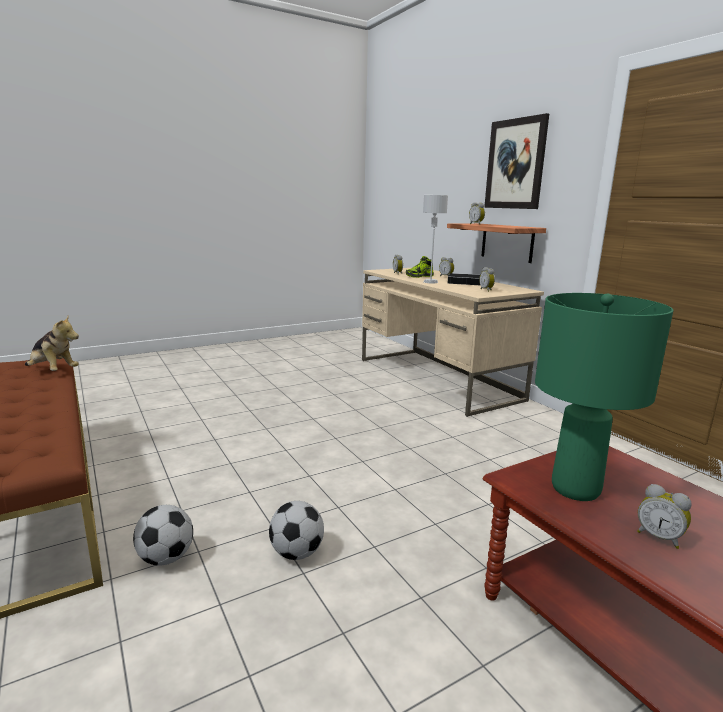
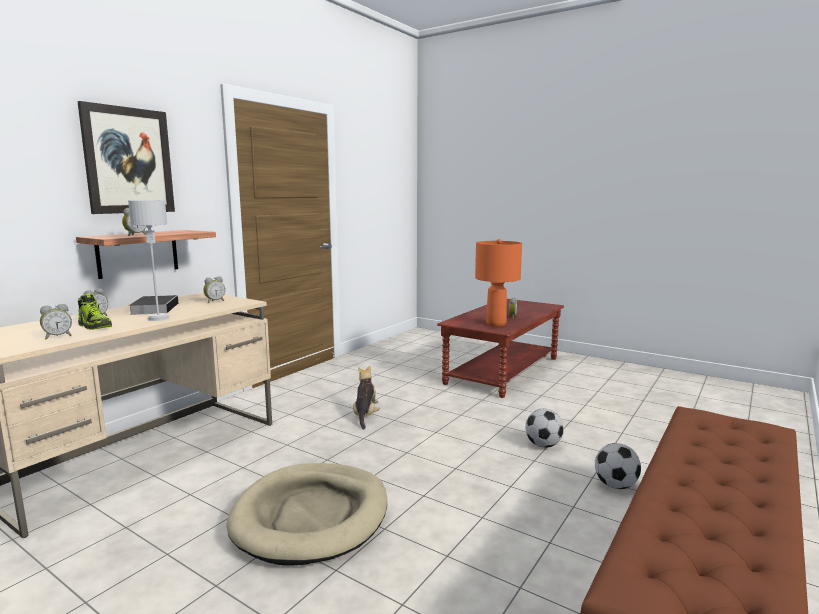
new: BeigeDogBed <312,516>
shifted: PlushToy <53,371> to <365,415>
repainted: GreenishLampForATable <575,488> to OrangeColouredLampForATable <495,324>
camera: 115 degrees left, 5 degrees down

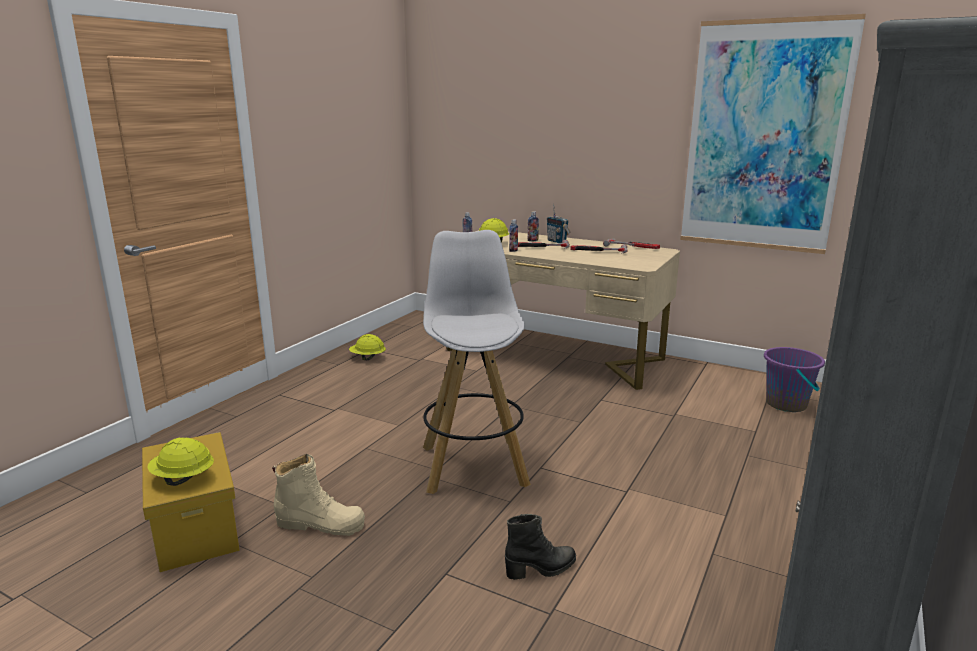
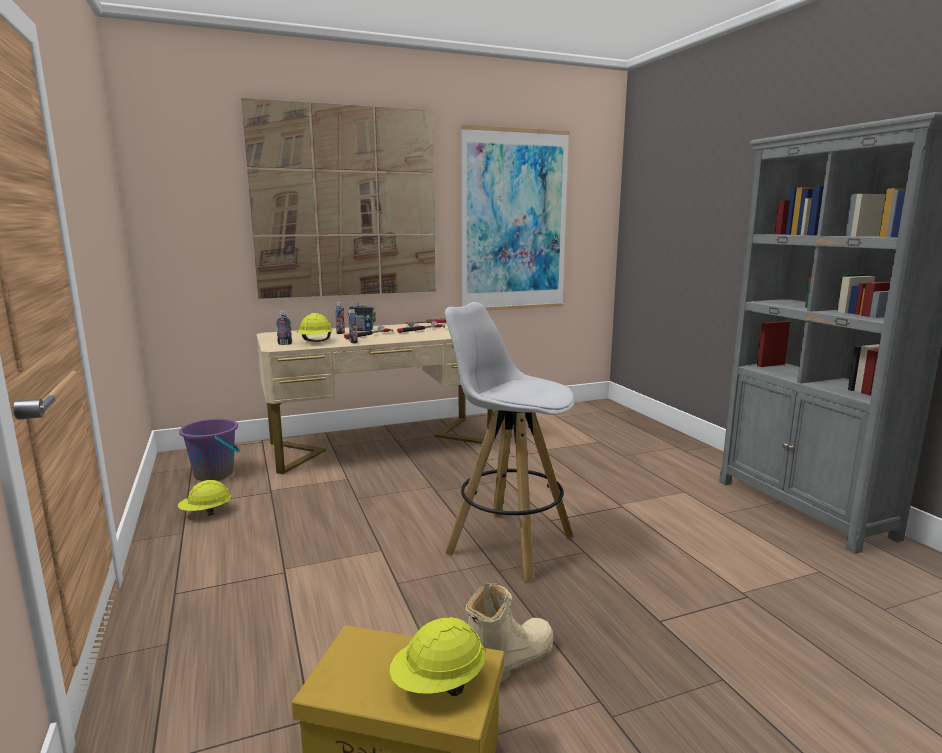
gone: BlackishTallBoot <541,569>
new: WallArt <346,203>
shifted: PurpleColouredWaterBucket <786,404> to <214,474>
camera: 50 degrees left, 5 degrees down

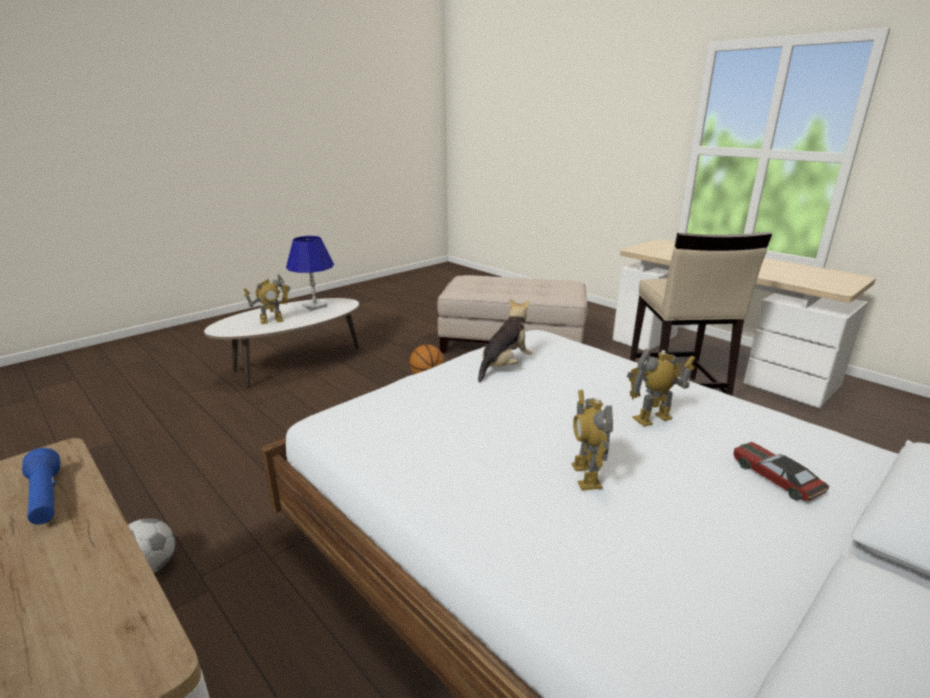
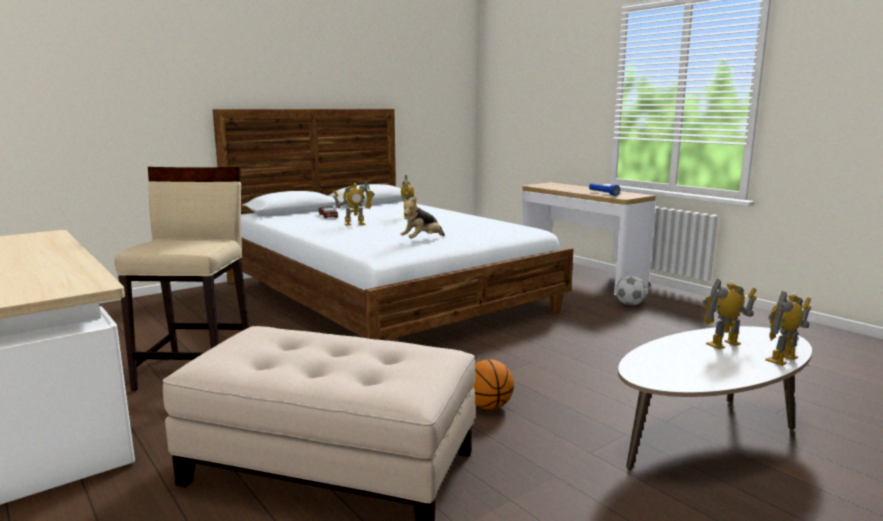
gone: BlueLampForATable <314,306>
new: ToyRobot <782,359>
camera: 175 degrees left, 10 degrees down

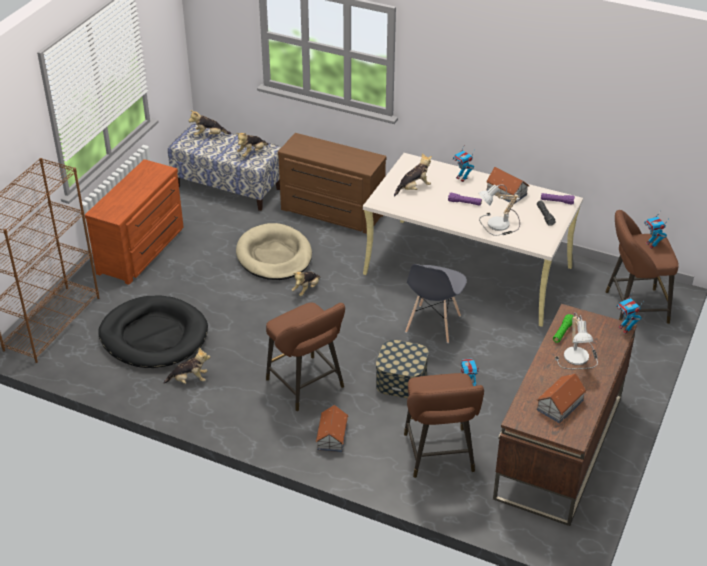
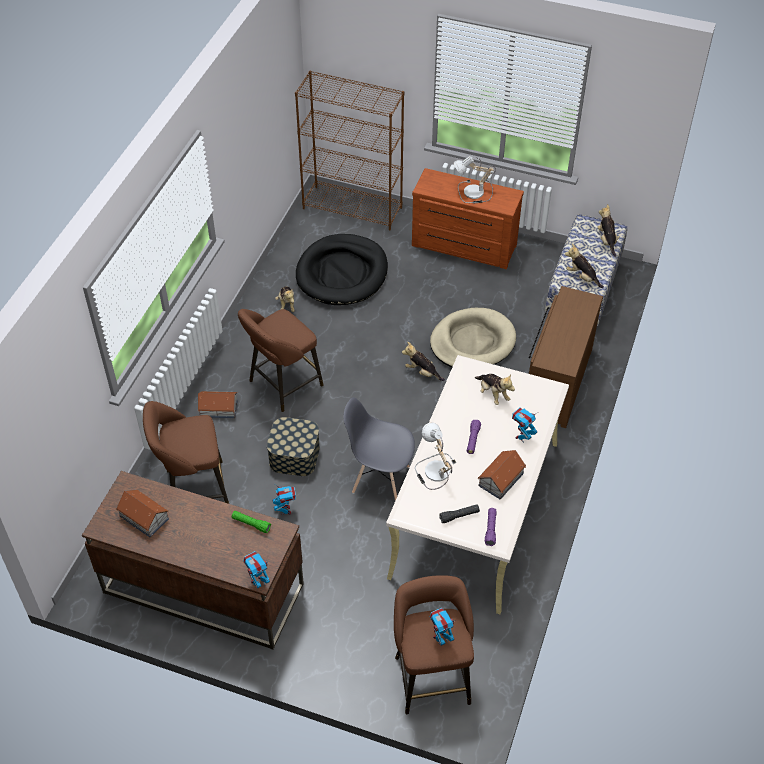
shifted: LampForATable <579,357> to <472,193>
camera: 85 degrees right, 10 degrees up

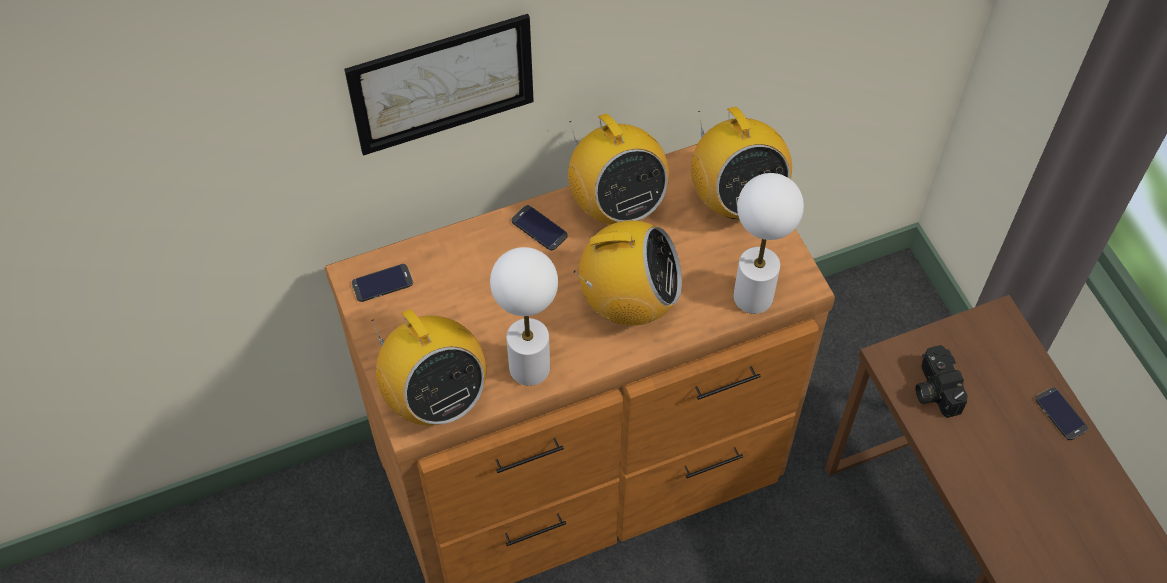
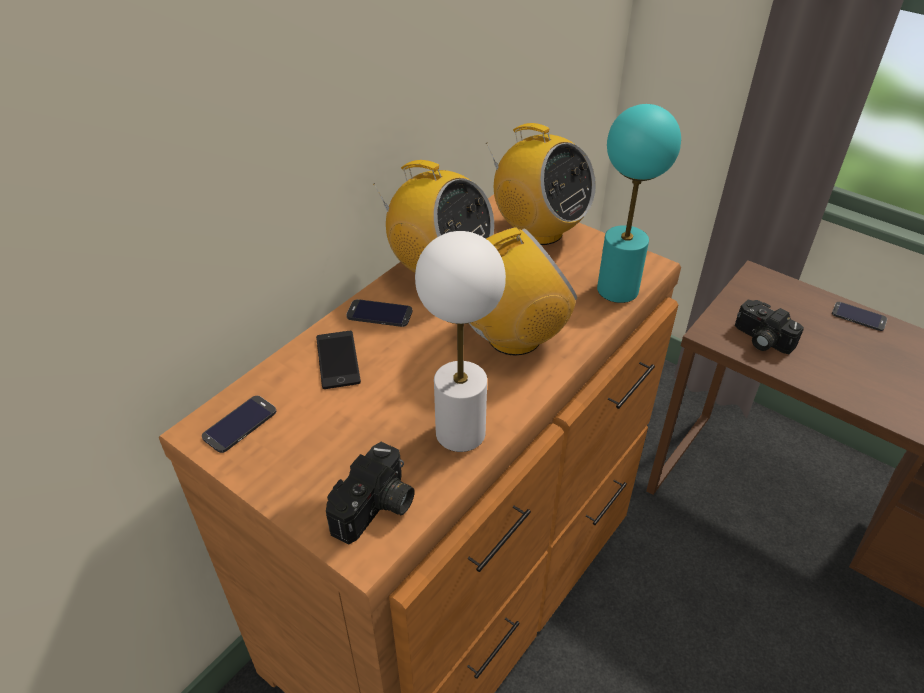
gone: WallArt <442,84>
new: Telephone <338,360>
swapped: RadioSet <435,397> to PhotoCamera <376,509>
repainted: WhiteLampForATable <753,296> to TurquoiseLampForATable <617,289>
camera: 30 degrees left, 15 degrees down

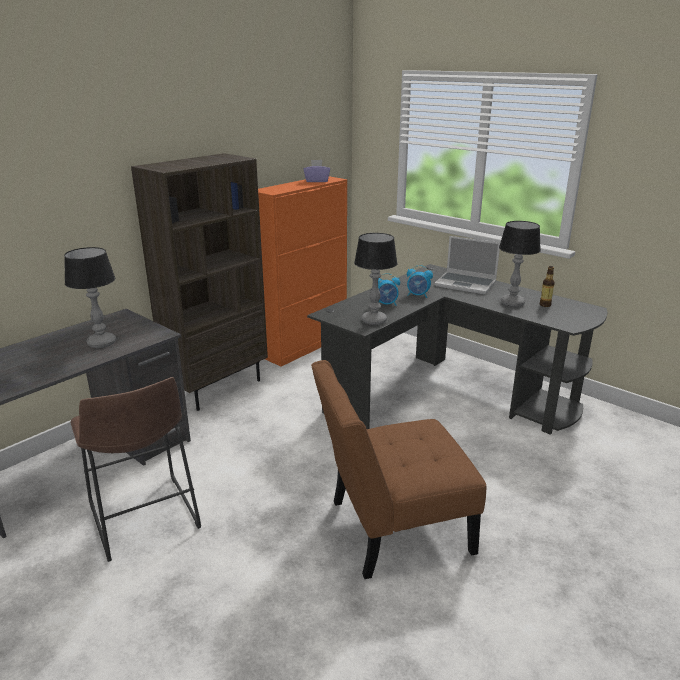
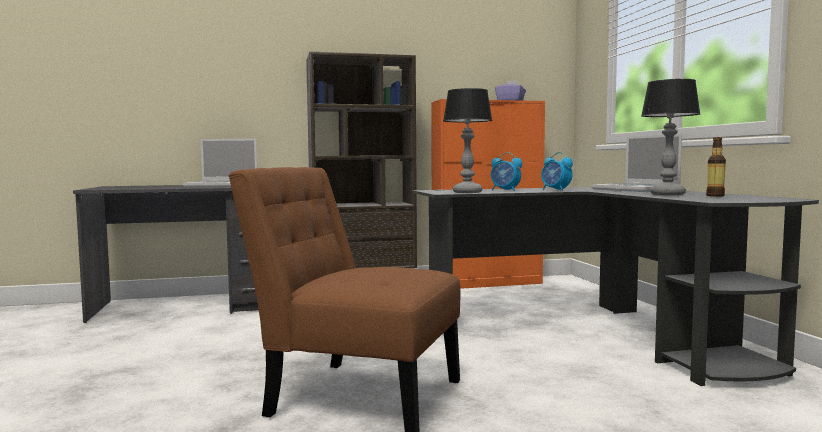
gone: BrownishStoolSeat <145,521>
swapped: LampForATable <102,343> to Laptop <223,186>
camera: 35 degrees right, 20 degrees down

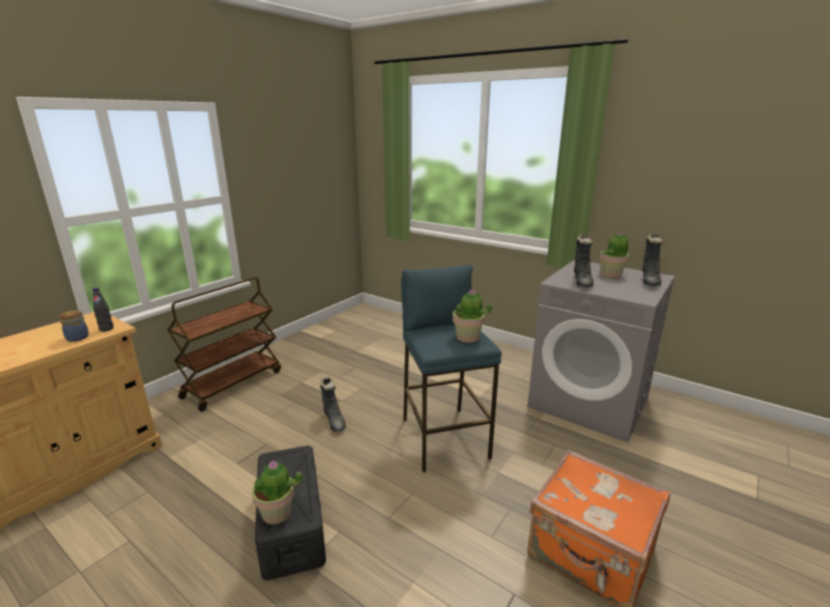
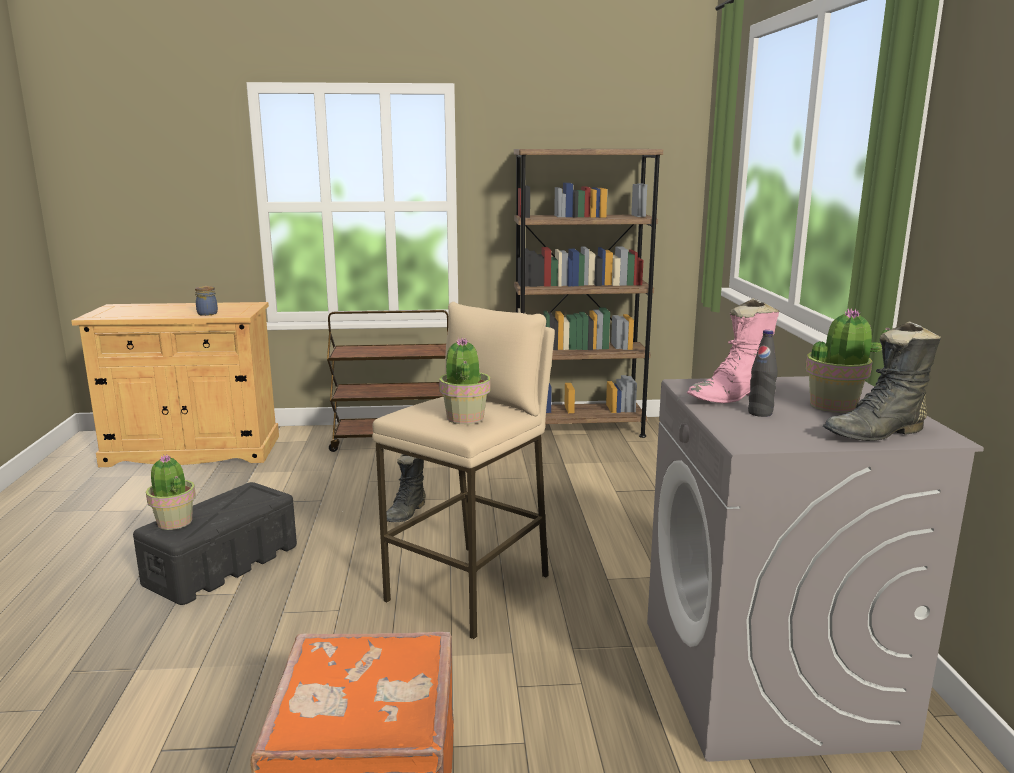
new: BrownishShelvingUnit <578,429>
shifted: BlackishBeverageBottle <106,329> to <760,413>
repainted: BlueStoolSeat <444,437> to BeigeStoolSeat <471,588>; BlackishTallBoot <582,282> to PinkishTallBoot <732,397>
camera: 50 degrees right, 5 degrees down

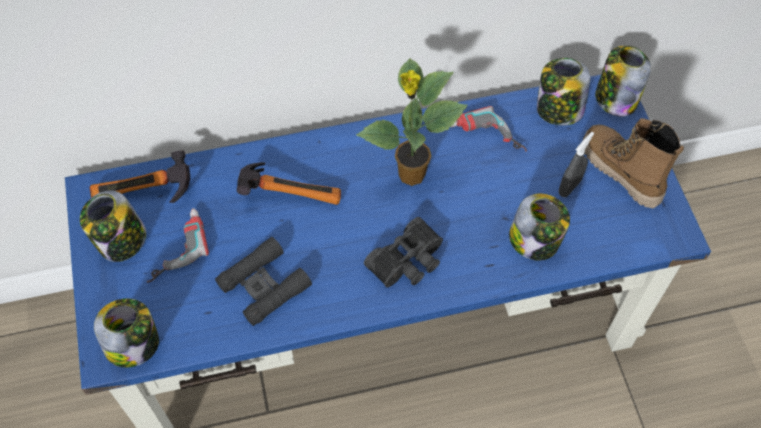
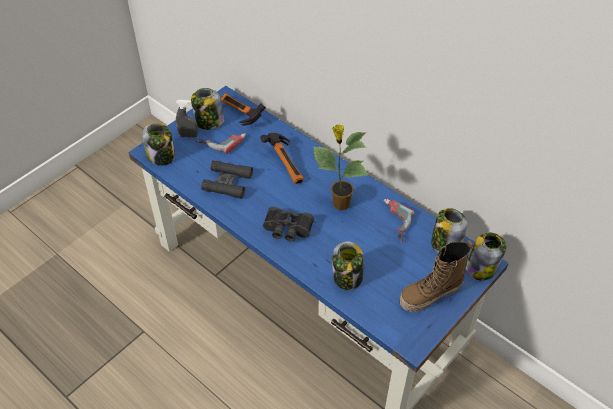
shifted: GrayHandSprayer <569,187> to <188,136>
rotated: TallBoot <620,172> = <430,295> 135 degrees counterclockwise
camera: 55 degrees right, 10 degrees down

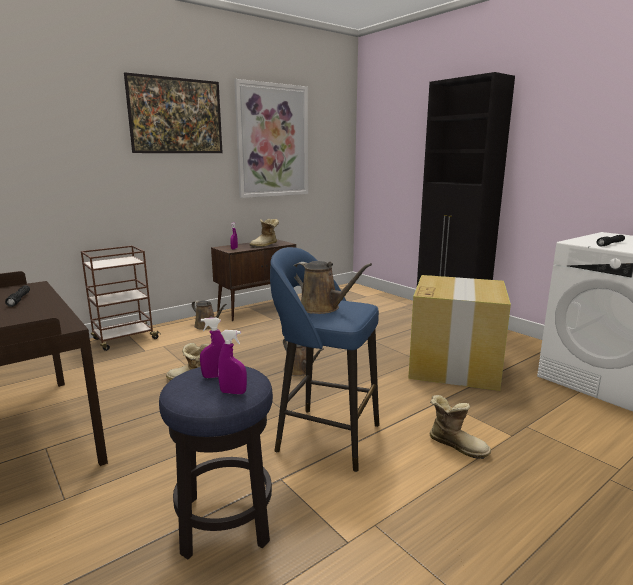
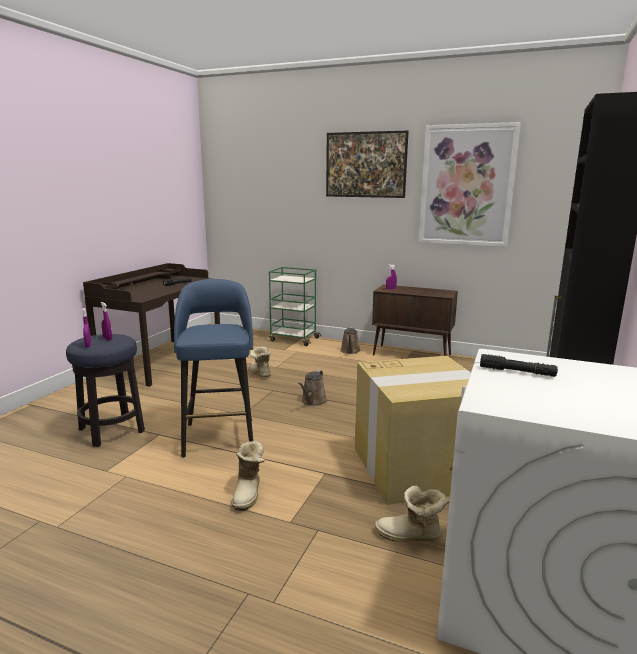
gone: BrownishWateringPot <322,308>
shifted: TallBoot <265,245> to <410,537>
repainted: BrownishCart <124,339> to GreenishCart <293,339>
camera: 60 degrees right, 0 degrees up

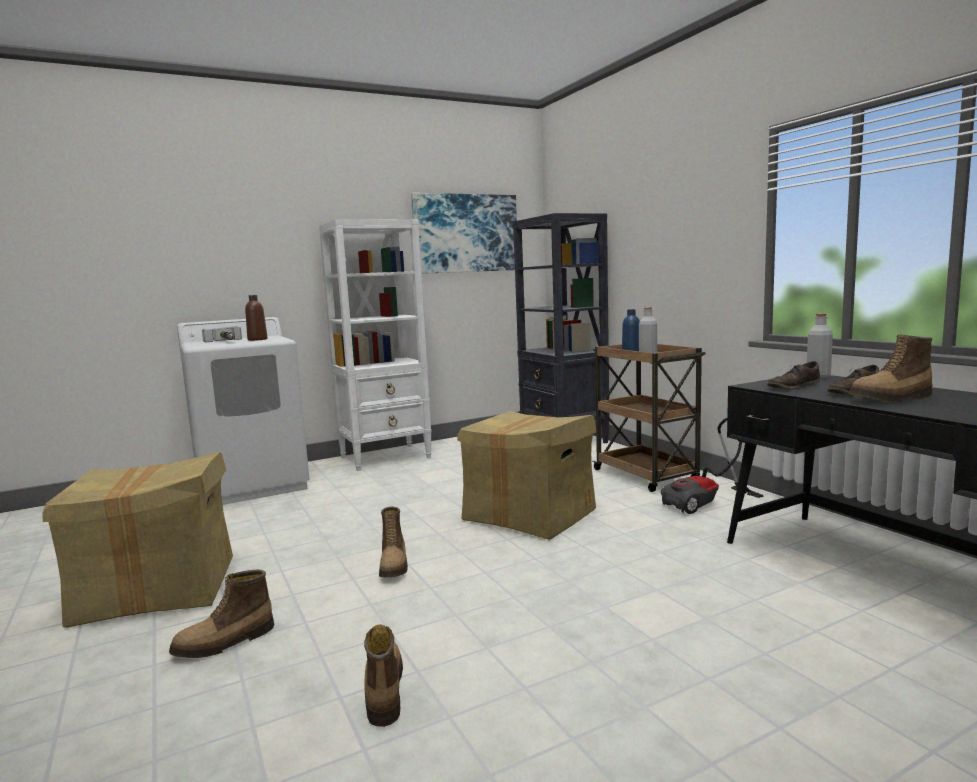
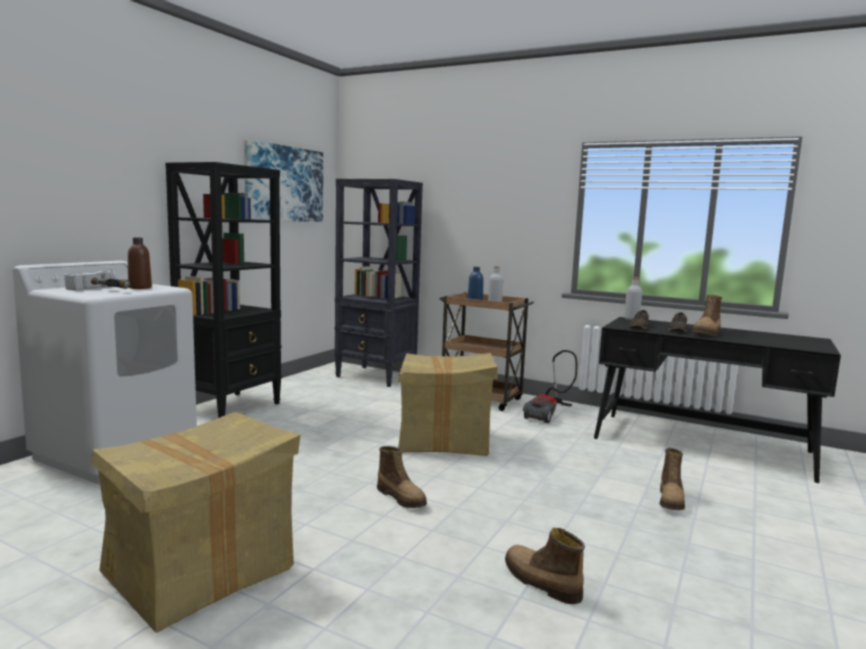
shifted: TallBoot <225,643> to <671,500>
repainted: WhiteShelvingUnit <386,457> to BlackishShelvingUnit <231,407>
camera: 35 degrees left, 0 degrees up

